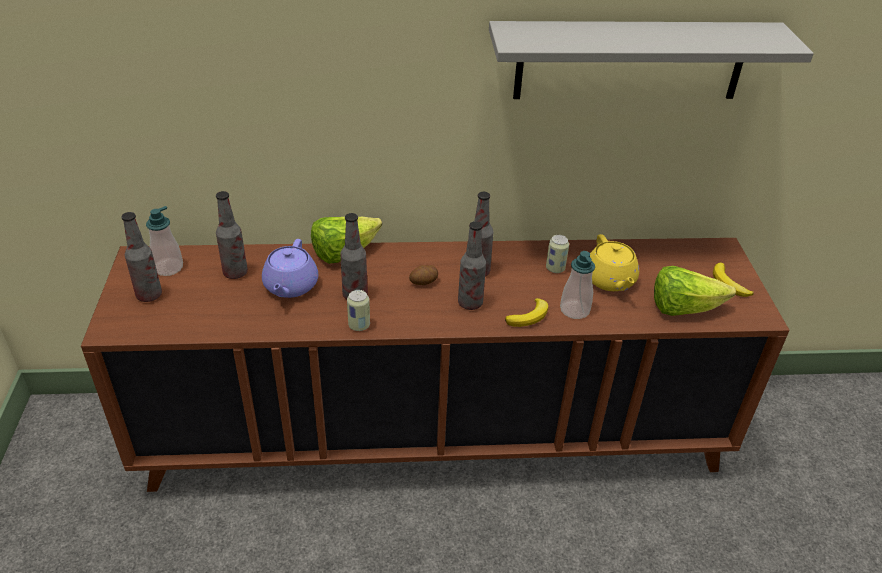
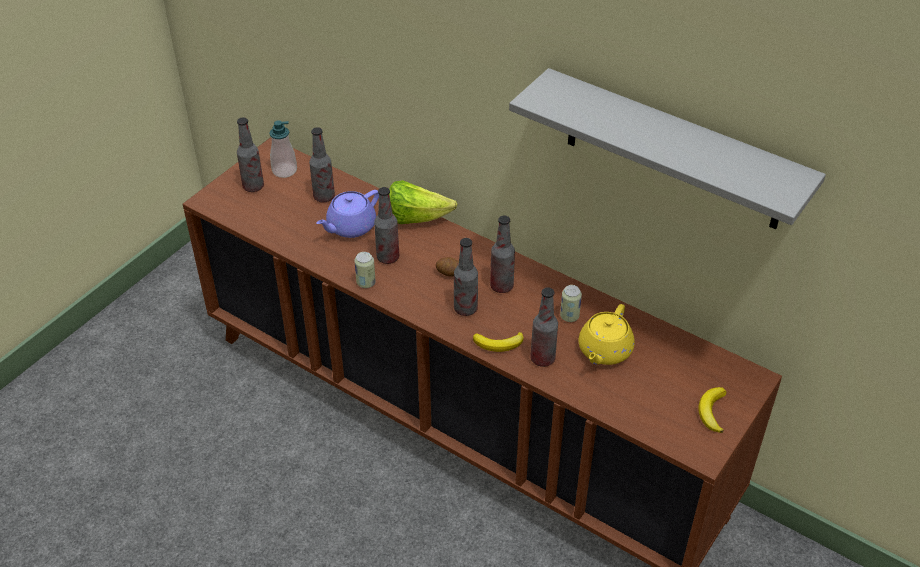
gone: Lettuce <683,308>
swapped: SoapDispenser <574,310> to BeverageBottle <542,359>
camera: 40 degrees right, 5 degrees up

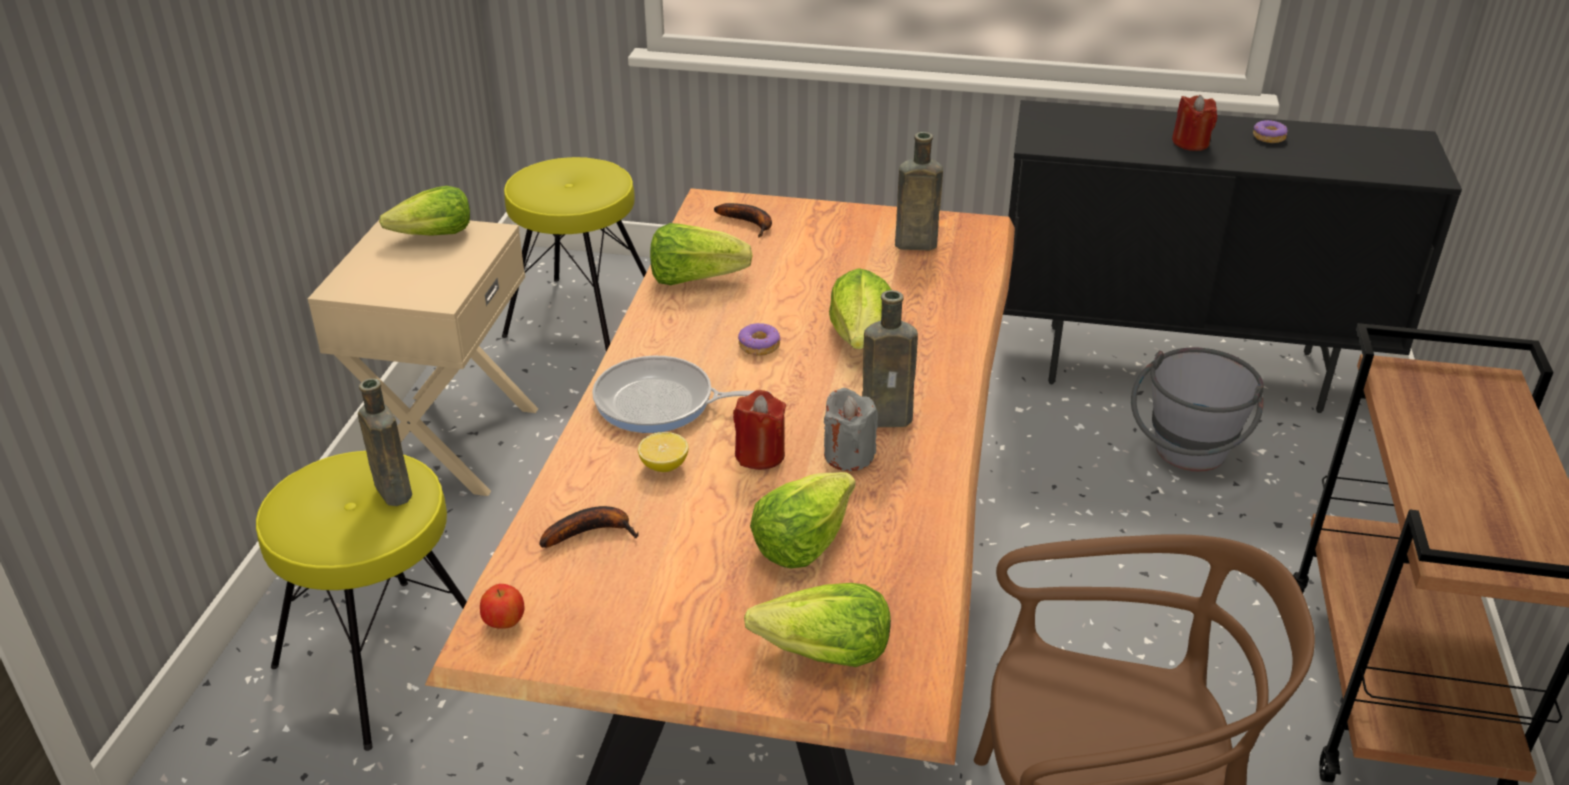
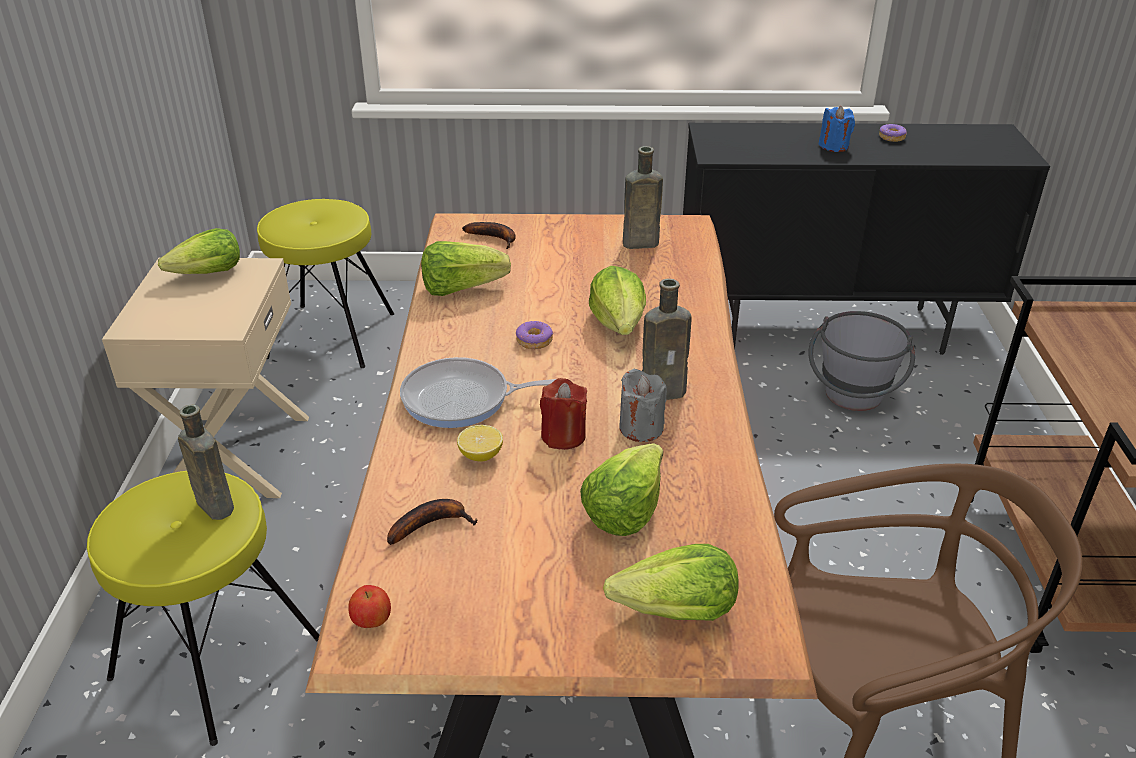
repainted: RedWaxCandle <1190,143> to BlueWaxCandle <834,146>
camera: 10 degrees left, 0 degrees up

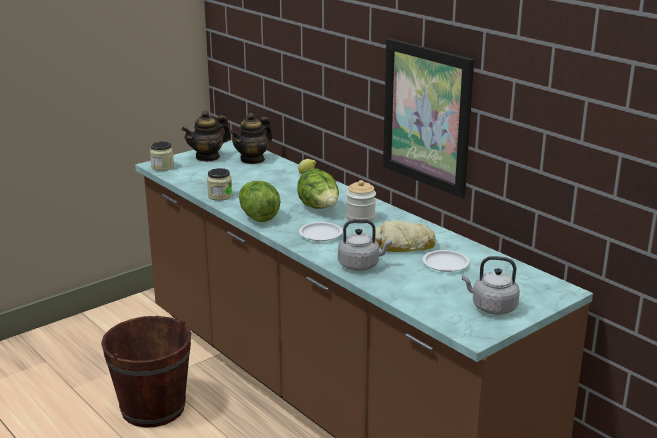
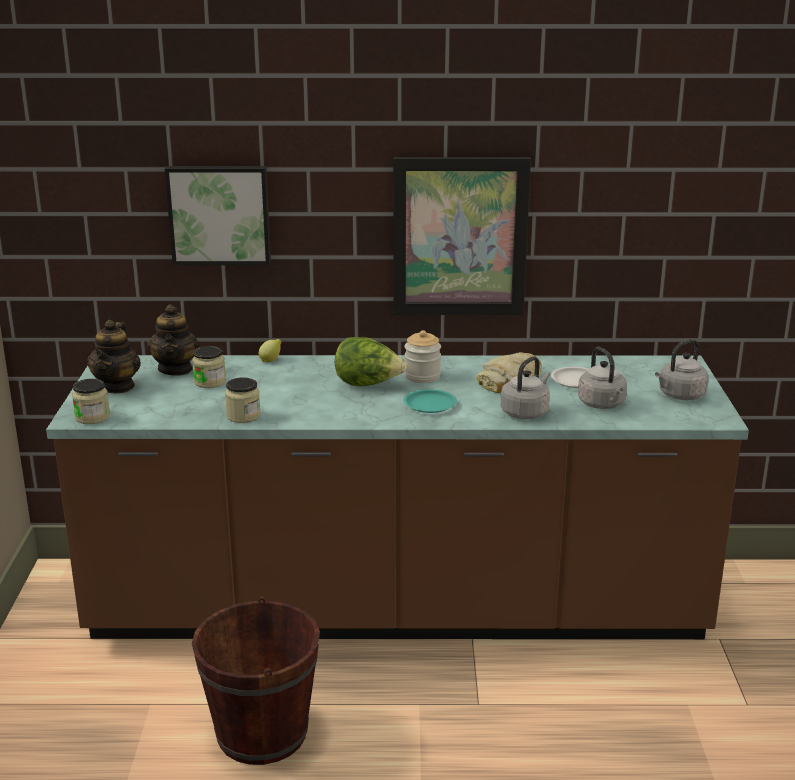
gone: Lettuce <258,216>
new: WallArt <219,214>; PreserveJar <210,382>; GrayKettle <602,404>
repainted: WhiteDinnerPlate <321,234> to TurquoiseDinnerPlate <430,404>
camera: 50 degrees left, 0 degrees up

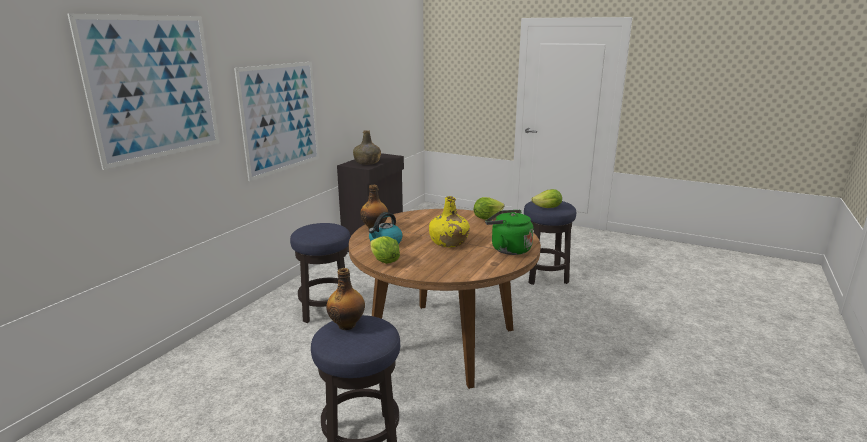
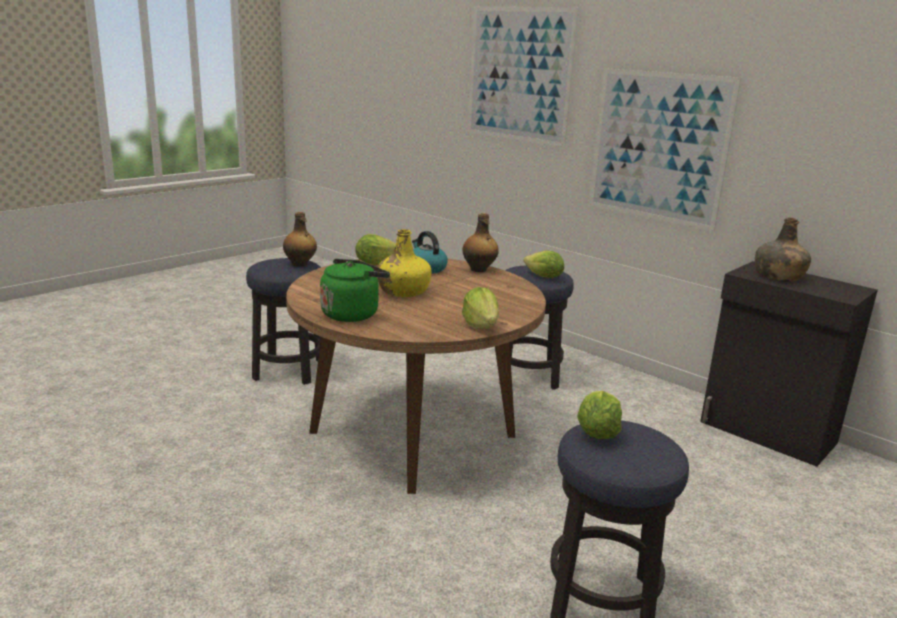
new: Lettuce <544,277>
camera: 105 degrees right, 0 degrees up

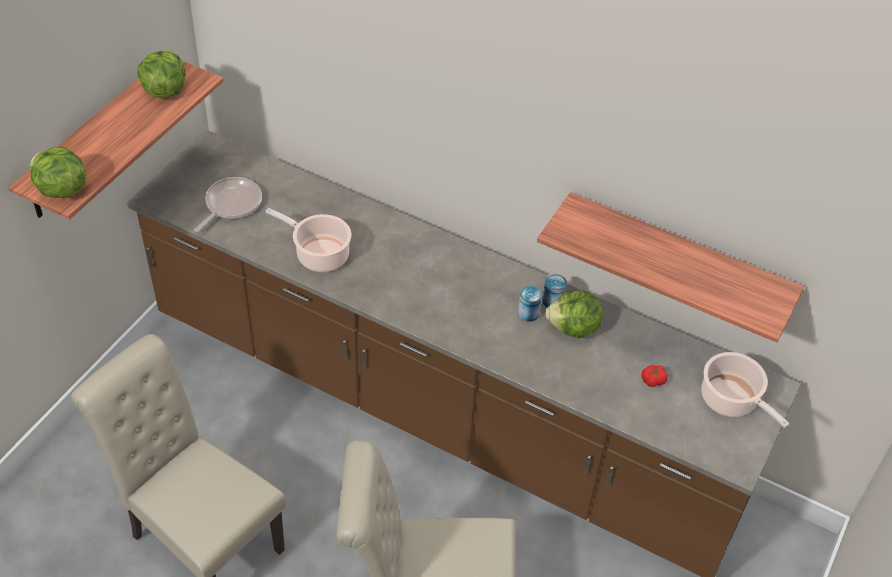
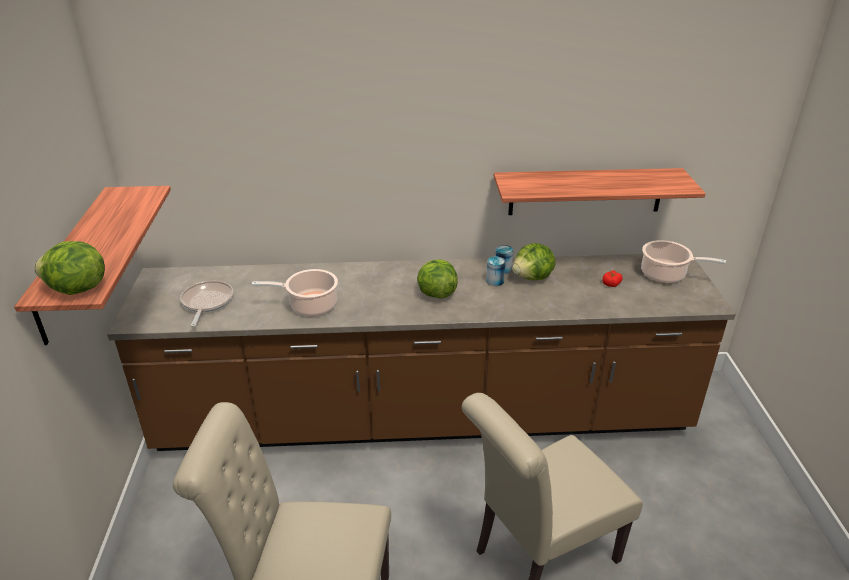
shifted: Lettuce <165,90> to <436,294>
camera: 30 degrees left, 15 degrees down

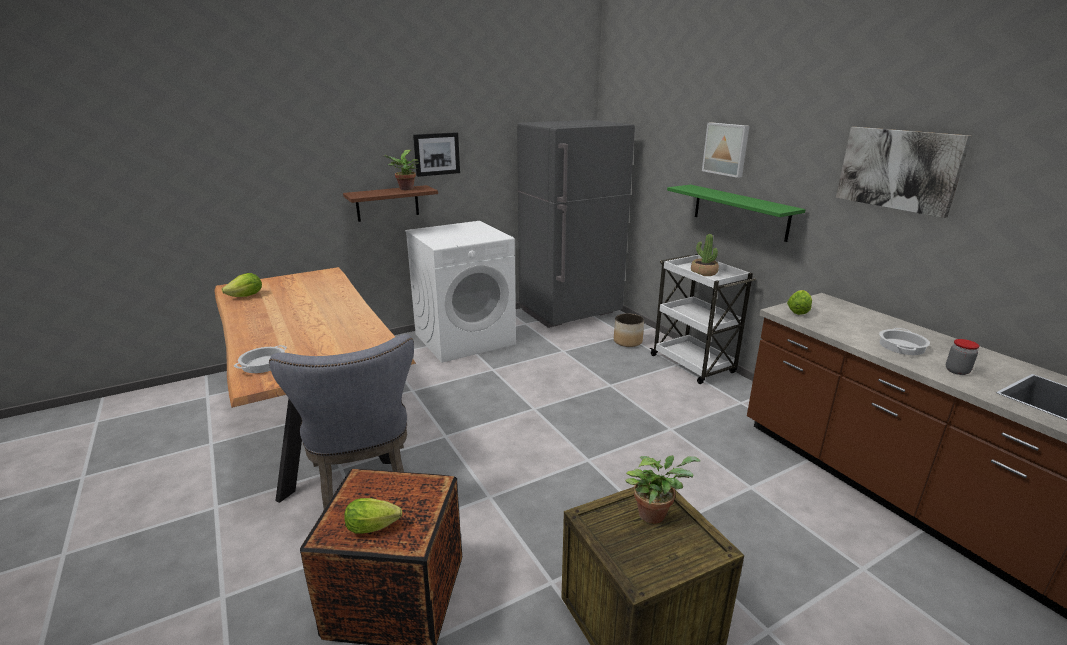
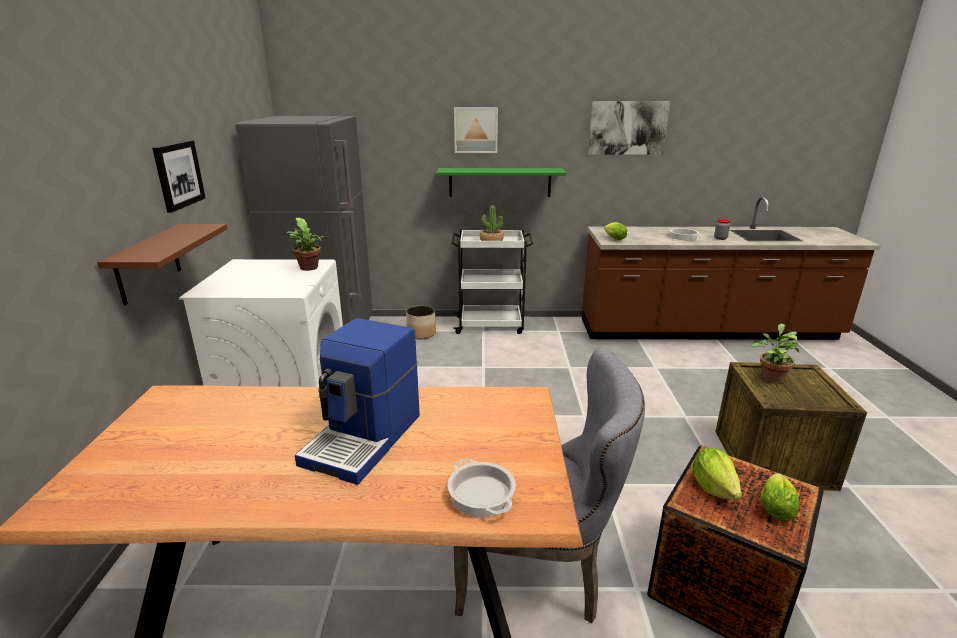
new: CoffeeBrewer <365,439>
shifted: Lettuce <246,296> to <714,487>; PlantInAPot <405,189> to <309,268>
camera: 60 degrees left, 0 degrees up

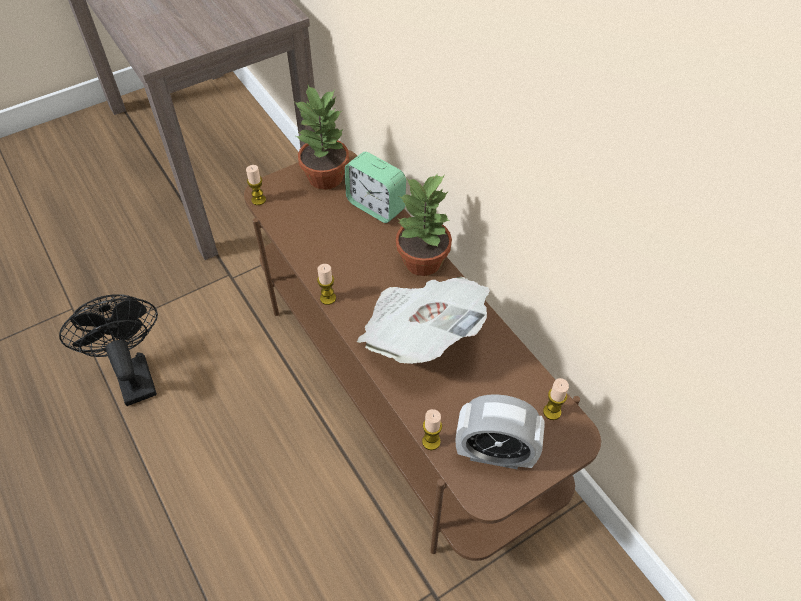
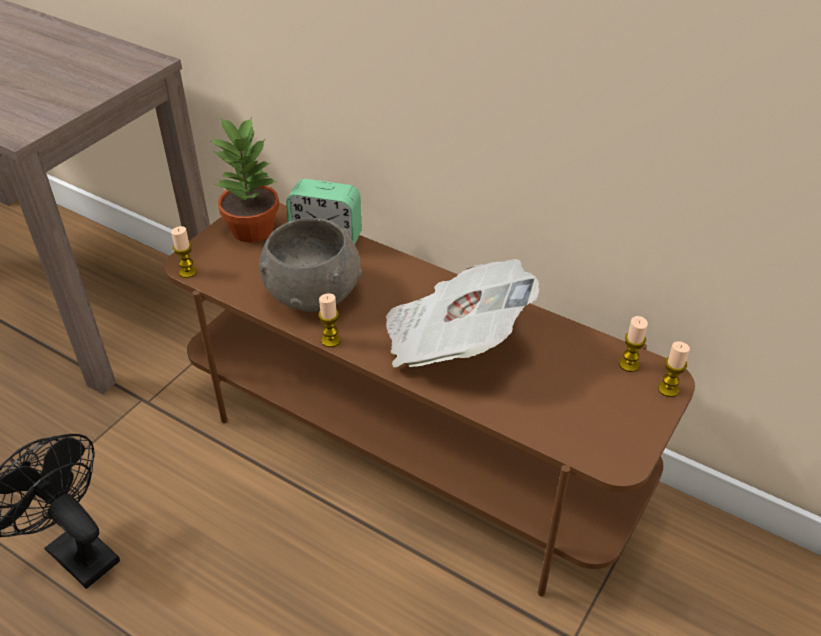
gone: PlantInAPot <423,262>; TableClock <495,453>
new: GrayBowl <313,292>
shifted: WaxCandle <431,441> to <668,389>
camera: 25 degrees left, 10 degrees down

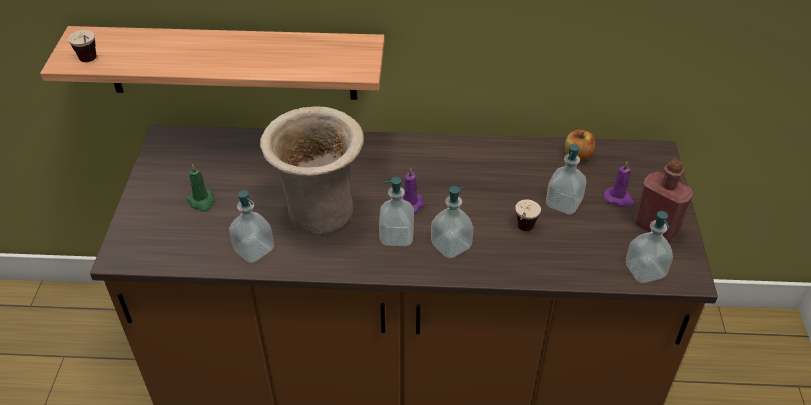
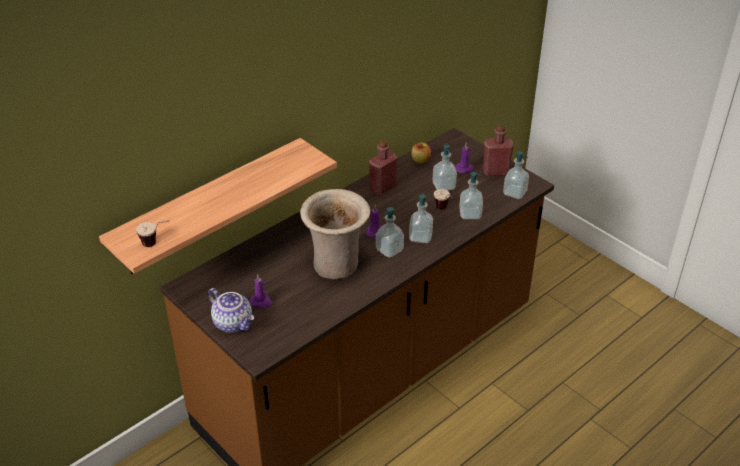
new: PotForTea <234,323>; RedBeverageBottle <382,188>
shifted: SoapDispenser <254,249> to <470,214>
repainted: GreenishWaxCandle <202,201> to PurpleColouredWaxCandle <261,302>
camera: 45 degrees left, 5 degrees down

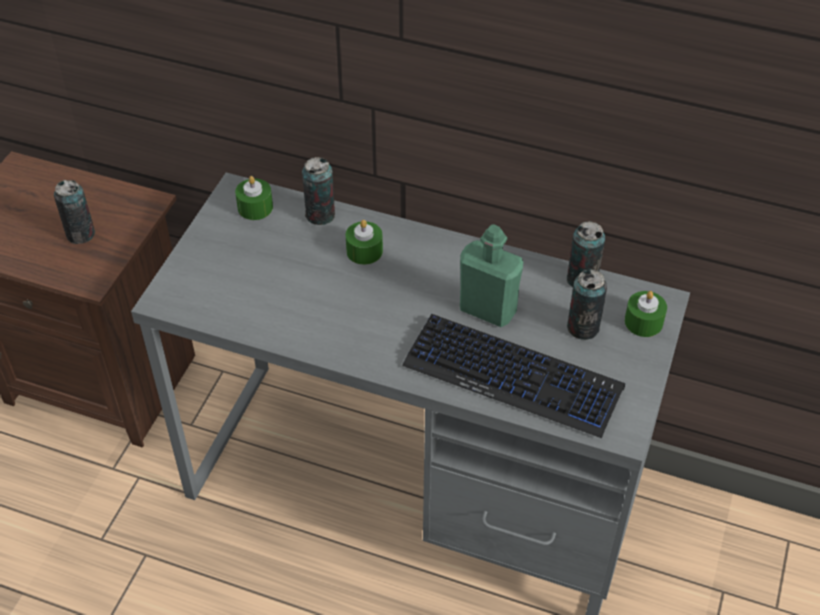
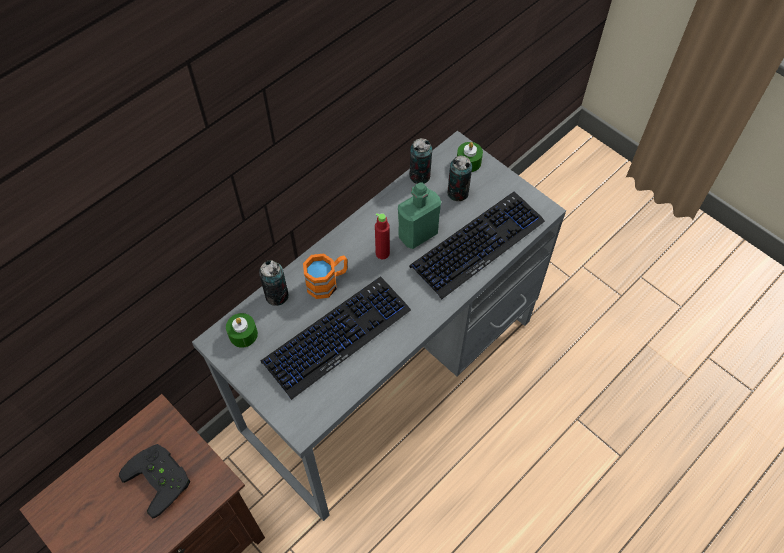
new: PcKeyboard <337,336>; RedBeverageBottle <382,253>
swapped: SealedCan <80,234> to BlackishGameController <161,478>; GreenishWaxCandle <364,251> to OrangeColouredTeaMug <327,282>
camera: 65 degrees left, 10 degrees up

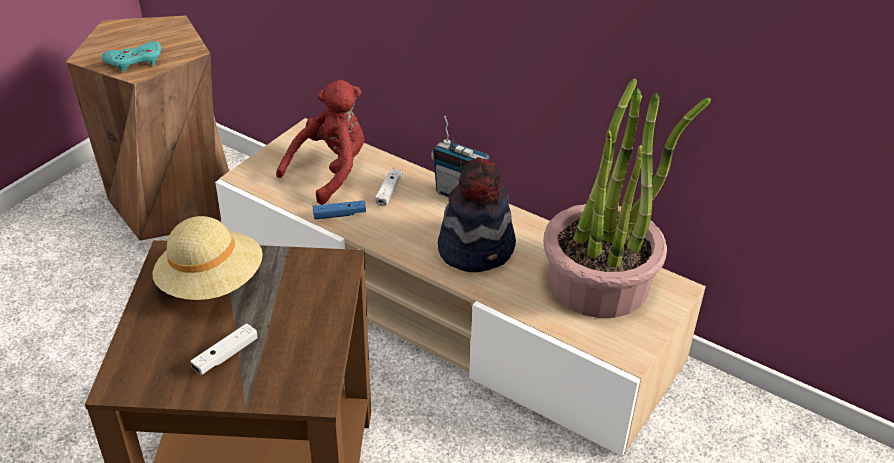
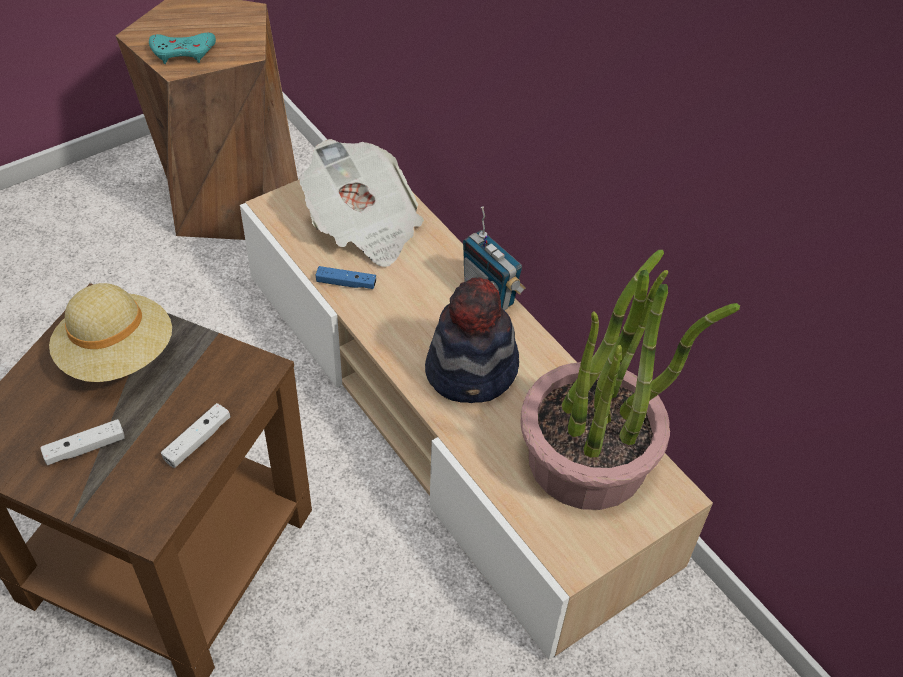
shifted: WhiteGameController <389,191> to <197,440>
swapped: RedPlushToy <330,172> to Newspaper <364,226>
camera: 20 degrees right, 10 degrees up

